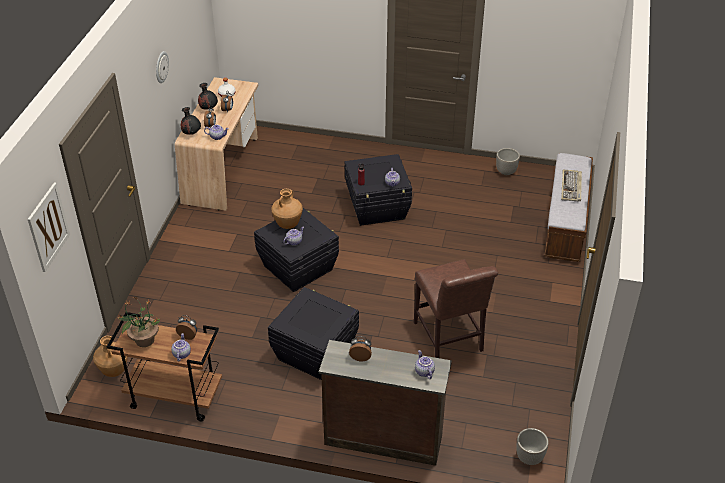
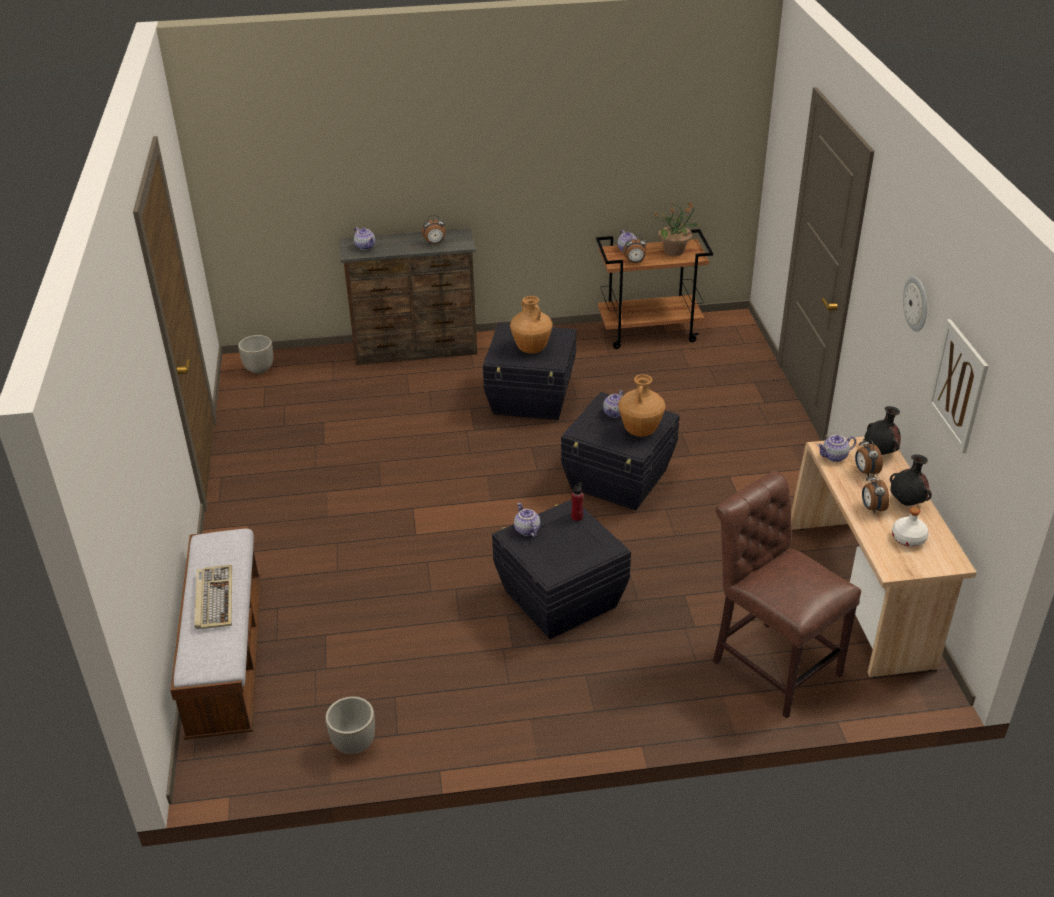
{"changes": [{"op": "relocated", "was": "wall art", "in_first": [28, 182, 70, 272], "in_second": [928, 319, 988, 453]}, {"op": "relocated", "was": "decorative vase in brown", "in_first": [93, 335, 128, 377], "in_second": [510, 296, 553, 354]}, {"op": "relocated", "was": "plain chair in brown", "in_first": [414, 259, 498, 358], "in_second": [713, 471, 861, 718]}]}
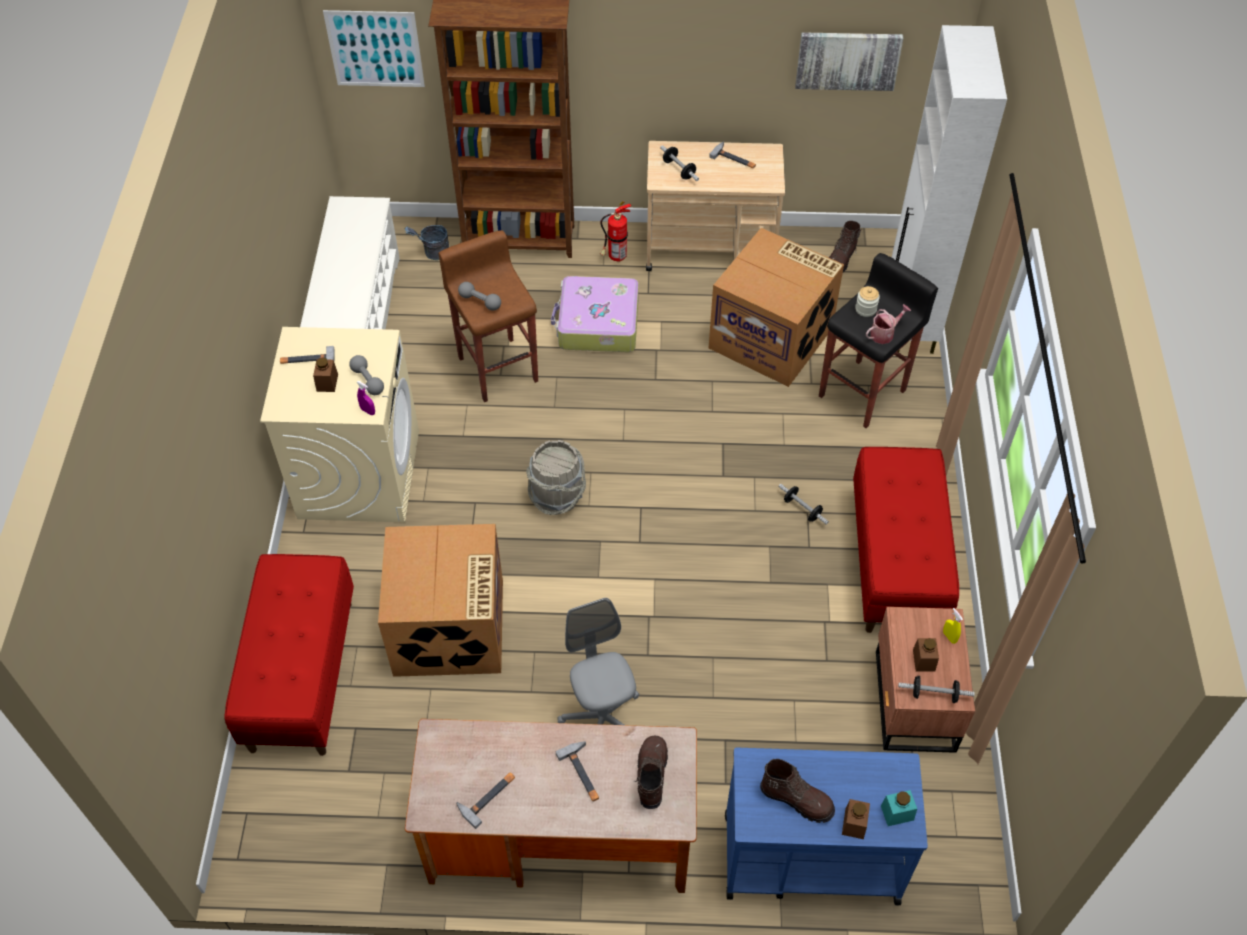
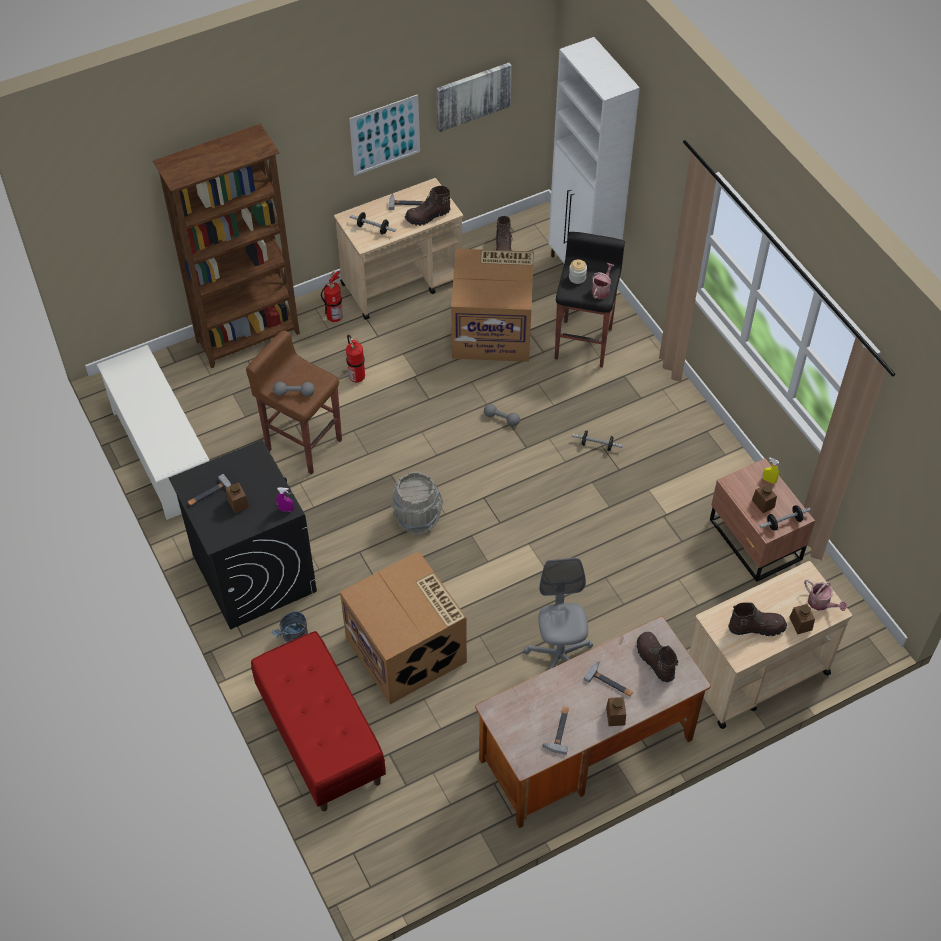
{"changes": [{"op": "colour", "was": "washing machine in beige", "now": "washing machine in black", "in_first": [260, 327, 419, 522], "in_second": [169, 440, 317, 630]}, {"op": "relocated", "was": "wall art", "in_first": [323, 10, 425, 87], "in_second": [349, 94, 420, 176]}, {"op": "relocated", "was": "free weight in gray", "in_first": [349, 355, 384, 395], "in_second": [484, 404, 520, 426]}, {"op": "relocated", "was": "pail in gray", "in_first": [405, 225, 449, 260], "in_second": [271, 611, 308, 643]}, {"op": "exchanged", "was": "suitcase", "now": "fire extinguisher", "in_first": [551, 276, 639, 352], "in_second": [346, 335, 365, 382]}, {"op": "spun", "was": "desk chair in gray", "in_first": [558, 598, 639, 725], "in_second": [524, 558, 593, 670], "clockwise": 45}, {"op": "colour", "was": "trolley in blue-coloured", "now": "trolley in beige", "in_first": [725, 748, 928, 905], "in_second": [689, 561, 852, 729]}, {"op": "missing", "was": "indoor bench in reddish", "in_first": [853, 447, 959, 633]}, {"op": "exchanged", "was": "preserve jar in turquoise", "now": "sprinkling can", "in_first": [881, 790, 917, 826], "in_second": [804, 580, 847, 611]}, {"op": "appeared", "now": "high-top boot in brown", "in_second": [405, 186, 451, 226]}, {"op": "appeared", "now": "preserve jar in brown", "in_second": [606, 697, 626, 726]}]}
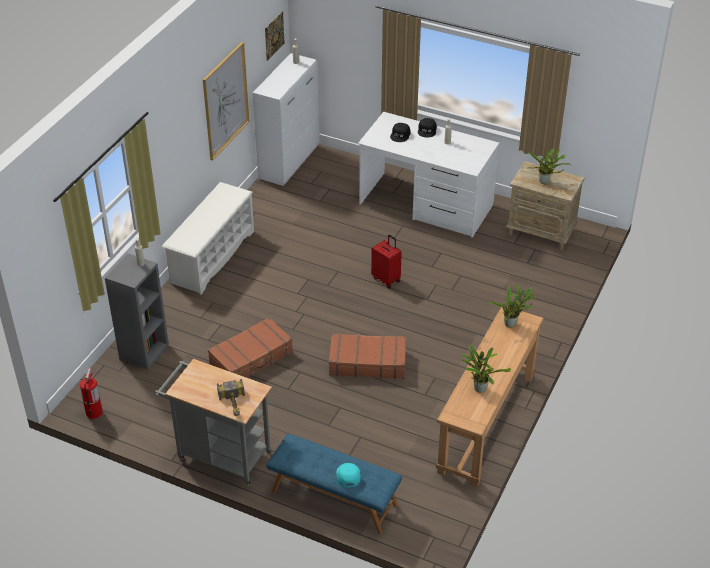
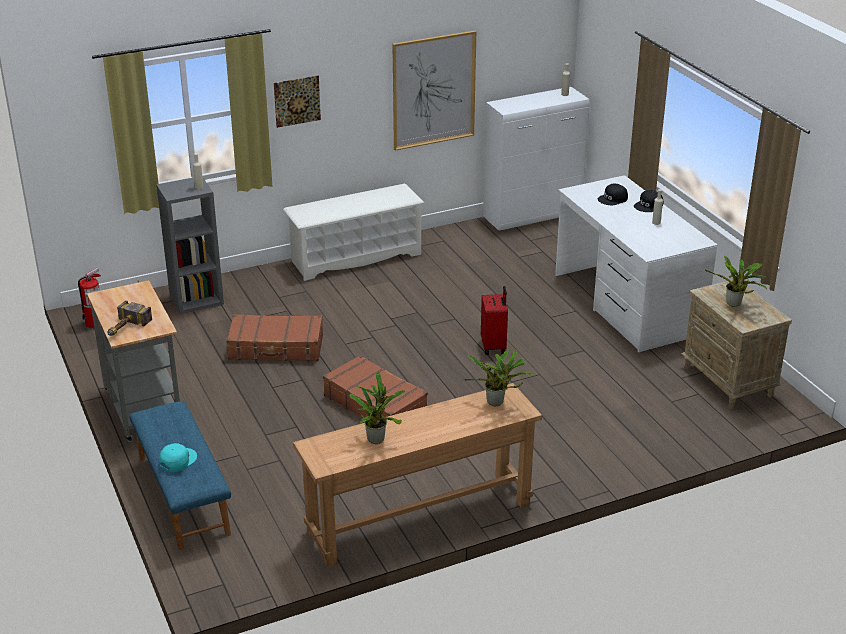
{"changes": [{"op": "relocated", "was": "wall art", "in_first": [265, 11, 285, 61], "in_second": [274, 75, 321, 128]}]}
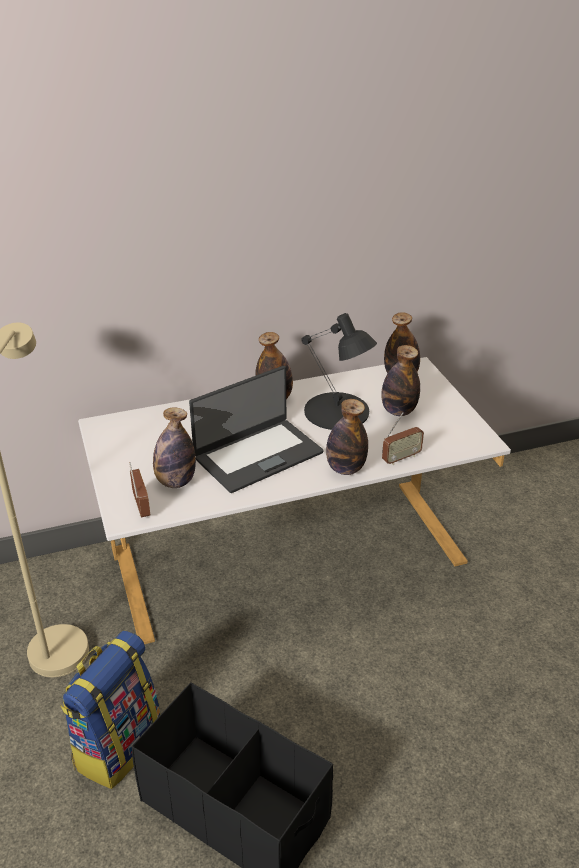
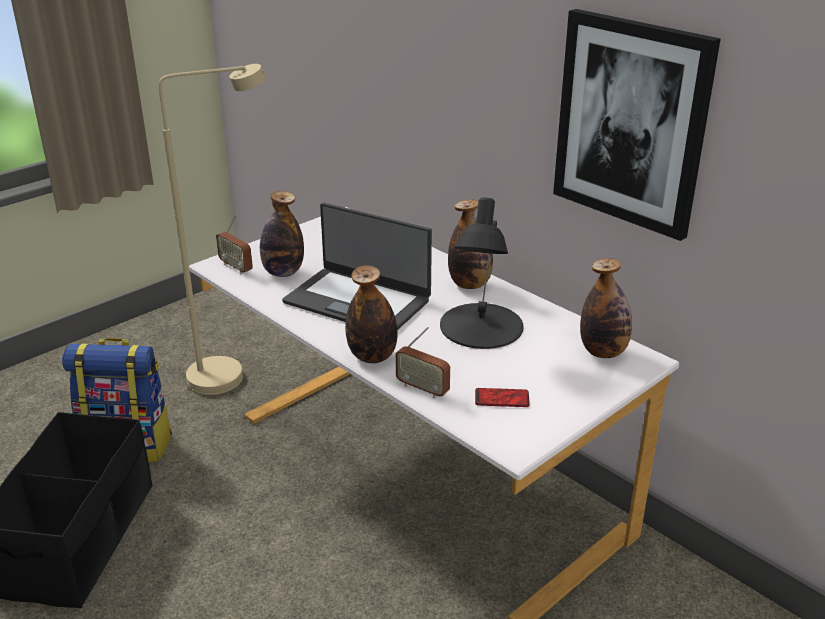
{"changes": [{"op": "spun", "was": "radio", "in_first": [129, 462, 150, 518], "in_second": [216, 215, 253, 274], "clockwise": 90}, {"op": "missing", "was": "bottle", "in_first": [382, 345, 420, 416]}, {"op": "appeared", "now": "phone", "in_second": [475, 388, 530, 407]}, {"op": "appeared", "now": "wall art", "in_second": [553, 9, 721, 241]}]}
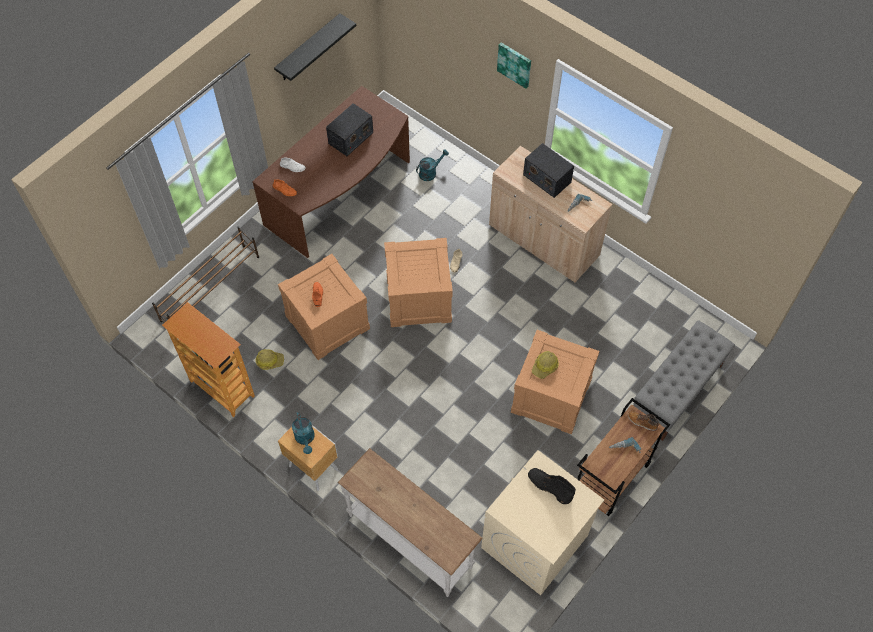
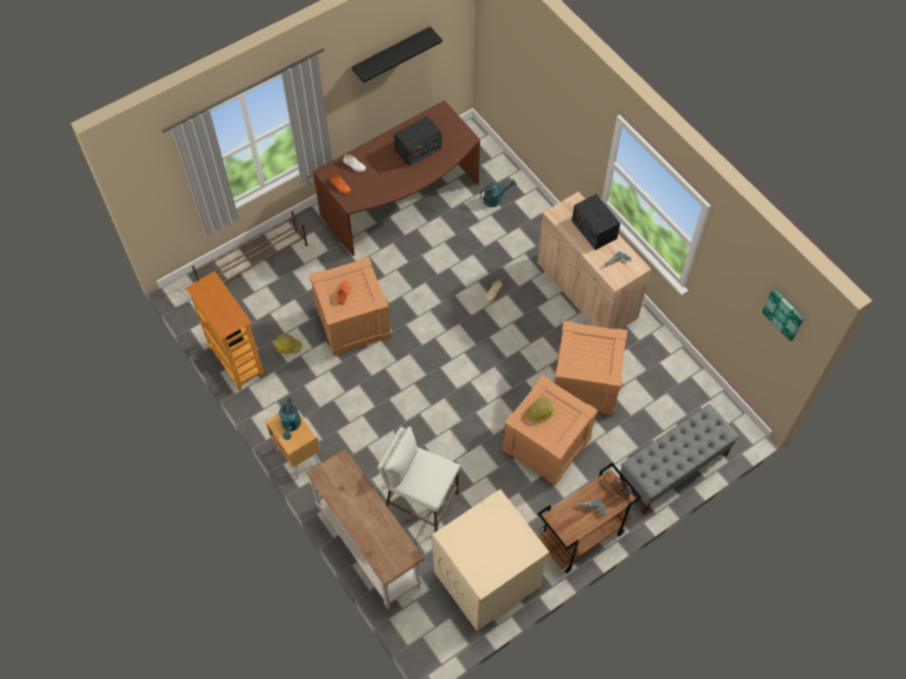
{"changes": [{"op": "relocated", "was": "shipping crate", "in_first": [384, 238, 453, 327], "in_second": [555, 321, 628, 415]}, {"op": "relocated", "was": "wall art", "in_first": [497, 43, 531, 89], "in_second": [762, 289, 804, 342]}, {"op": "missing", "was": "high-top boot in black", "in_first": [528, 468, 576, 504]}, {"op": "appeared", "now": "stool seat in white-coloured", "in_second": [378, 426, 460, 532]}]}
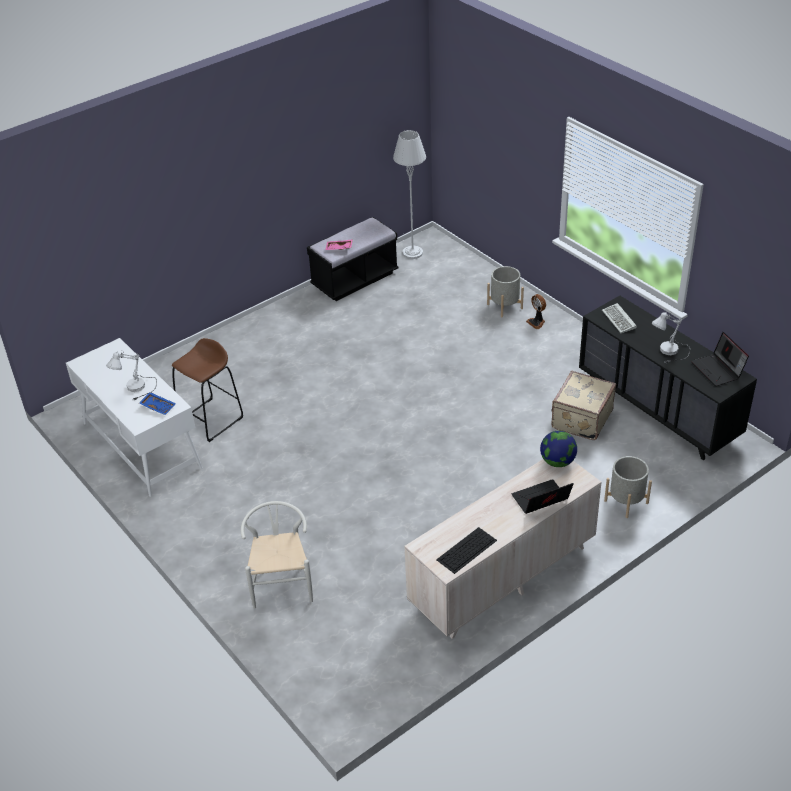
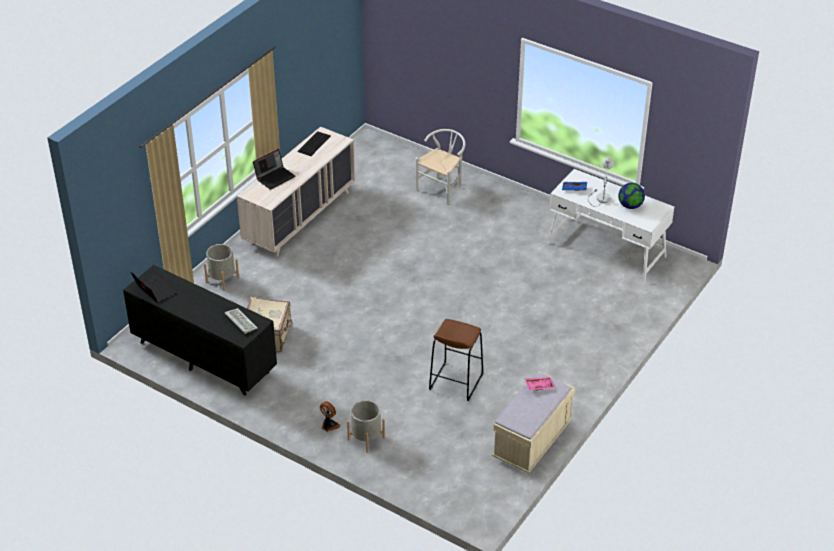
{"changes": [{"op": "relocated", "was": "stool seat in brown", "in_first": [172, 338, 243, 442], "in_second": [429, 319, 483, 401]}, {"op": "spun", "was": "plain chair in white-coloured", "in_first": [241, 501, 313, 609], "in_second": [416, 129, 466, 205], "clockwise": -120}, {"op": "colour", "was": "indoor bench in black", "now": "indoor bench in beige", "in_first": [307, 217, 399, 301], "in_second": [492, 372, 575, 473]}, {"op": "missing", "was": "standing lamp in gray", "in_first": [393, 130, 426, 259]}, {"op": "relocated", "was": "globe", "in_first": [540, 431, 577, 467], "in_second": [618, 183, 645, 209]}, {"op": "missing", "was": "table lamp in white-coloured", "in_first": [652, 311, 690, 363]}]}
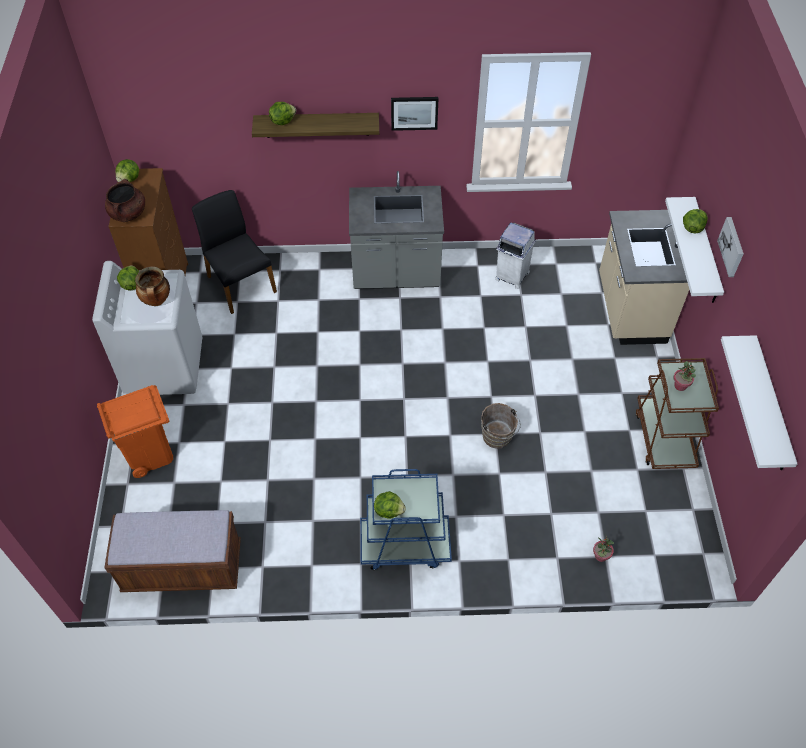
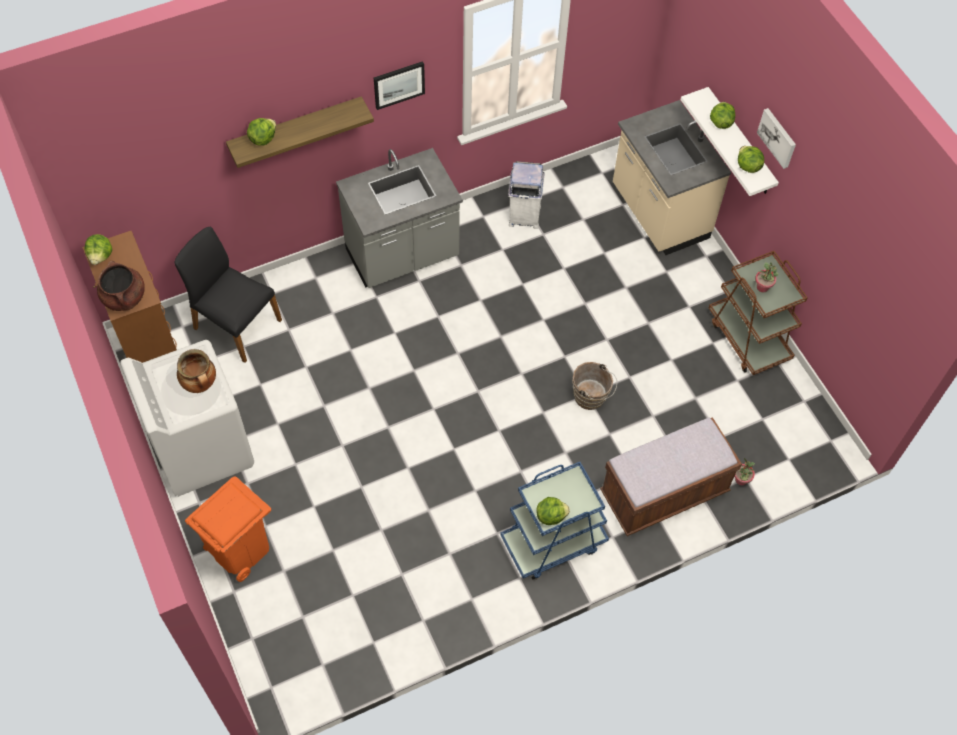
{"changes": [{"op": "relocated", "was": "indoor bench in brown", "in_first": [104, 510, 241, 592], "in_second": [600, 417, 742, 536]}, {"op": "relocated", "was": "lettuce", "in_first": [117, 265, 139, 290], "in_second": [738, 146, 764, 173]}, {"op": "missing", "was": "bracket shelf in white-coloured", "in_first": [721, 335, 797, 470]}]}
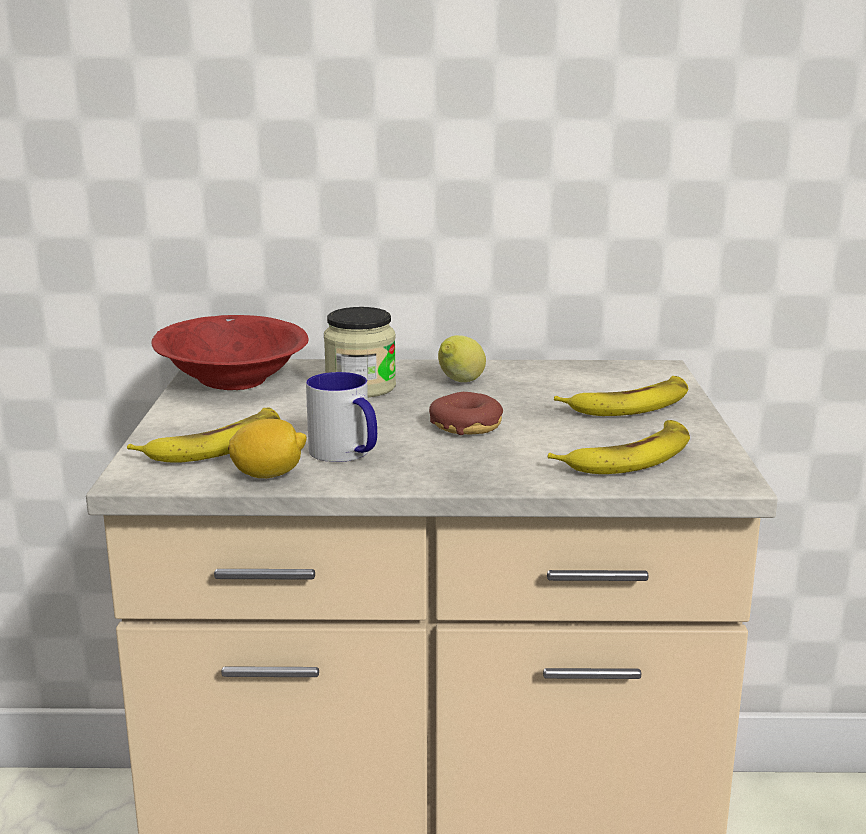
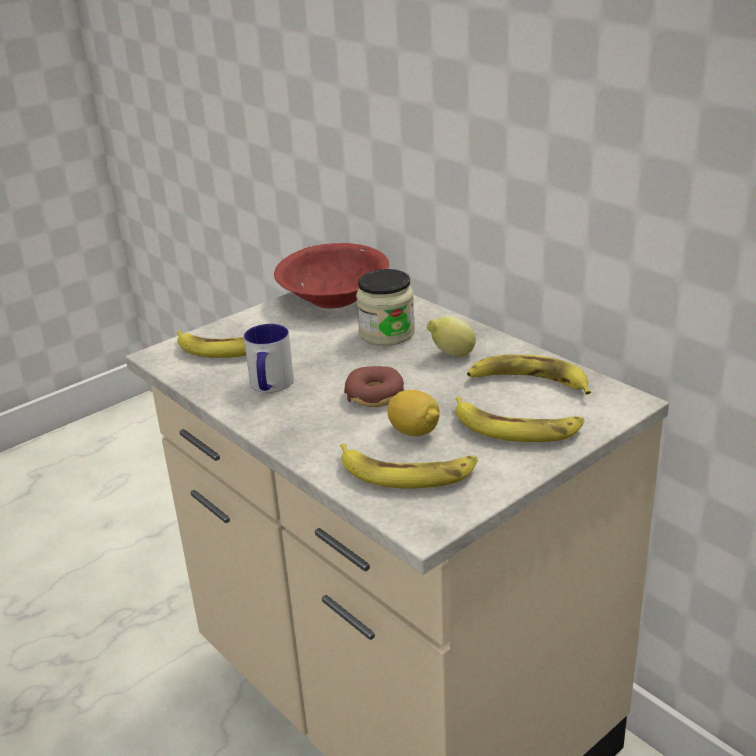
{"changes": [{"op": "relocated", "was": "citrus fruit", "in_first": [228, 419, 307, 478], "in_second": [387, 390, 440, 436]}, {"op": "appeared", "now": "banana", "in_second": [467, 354, 591, 395]}]}
